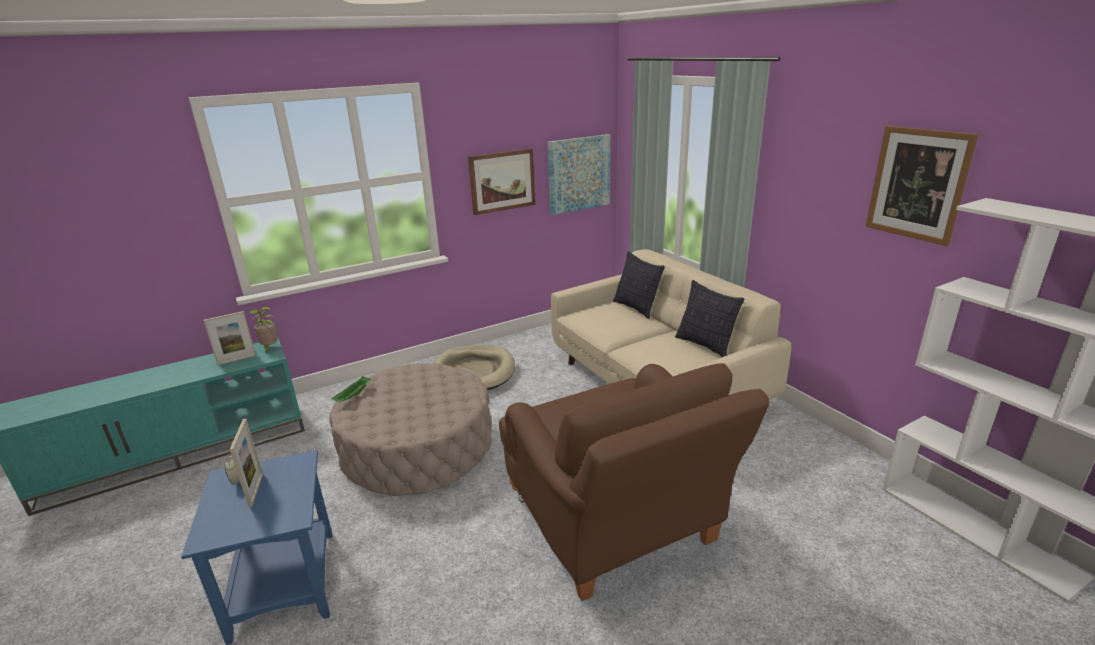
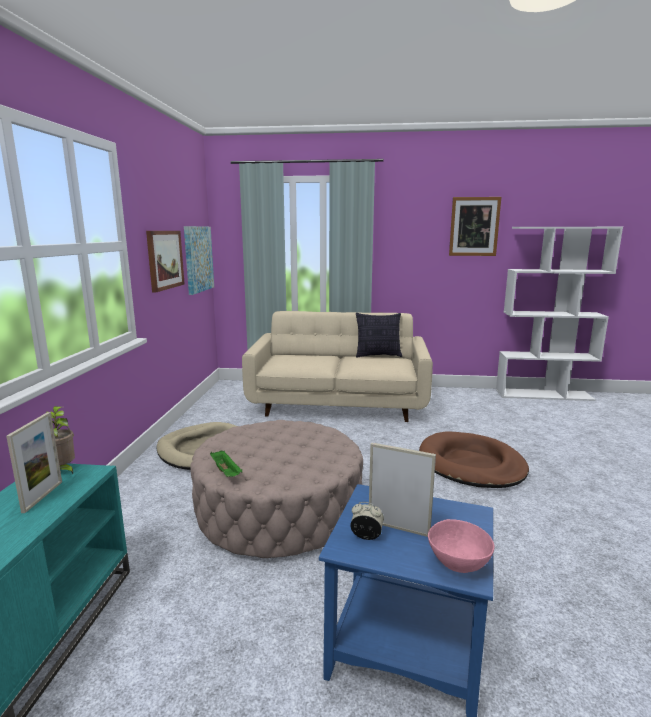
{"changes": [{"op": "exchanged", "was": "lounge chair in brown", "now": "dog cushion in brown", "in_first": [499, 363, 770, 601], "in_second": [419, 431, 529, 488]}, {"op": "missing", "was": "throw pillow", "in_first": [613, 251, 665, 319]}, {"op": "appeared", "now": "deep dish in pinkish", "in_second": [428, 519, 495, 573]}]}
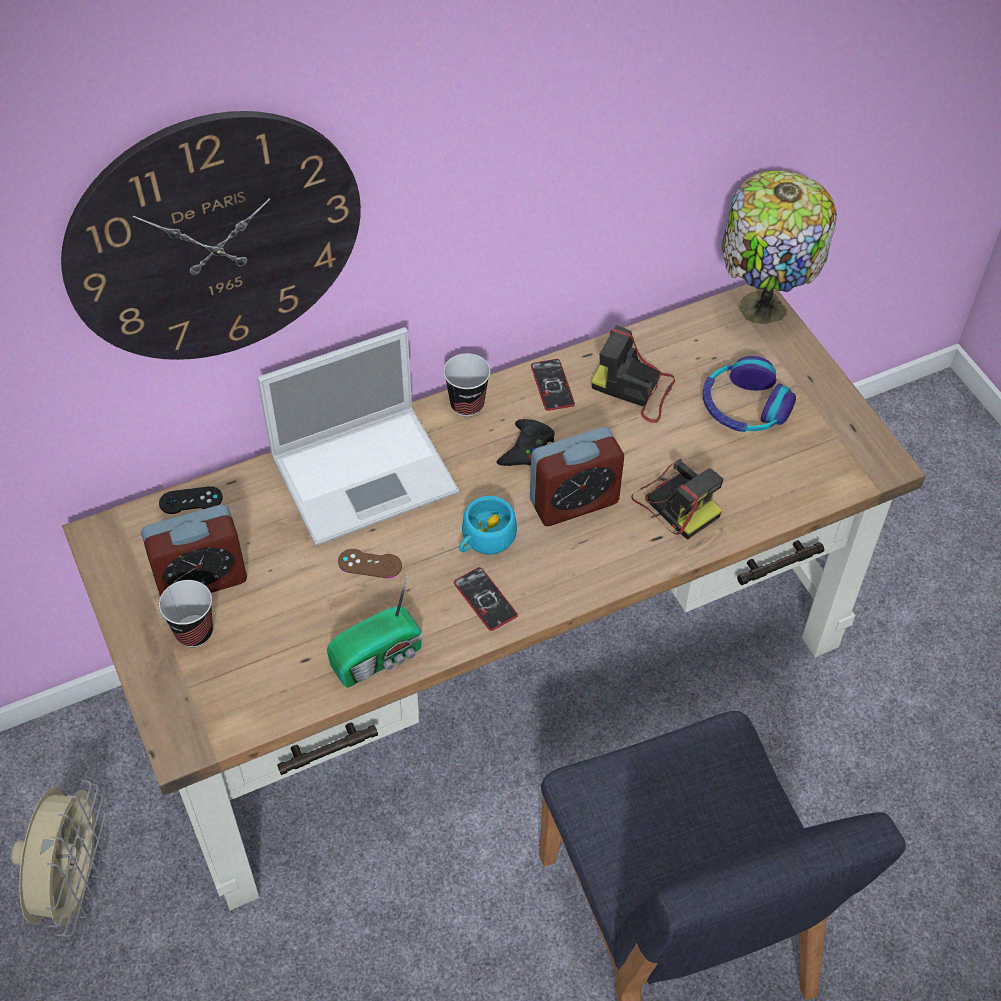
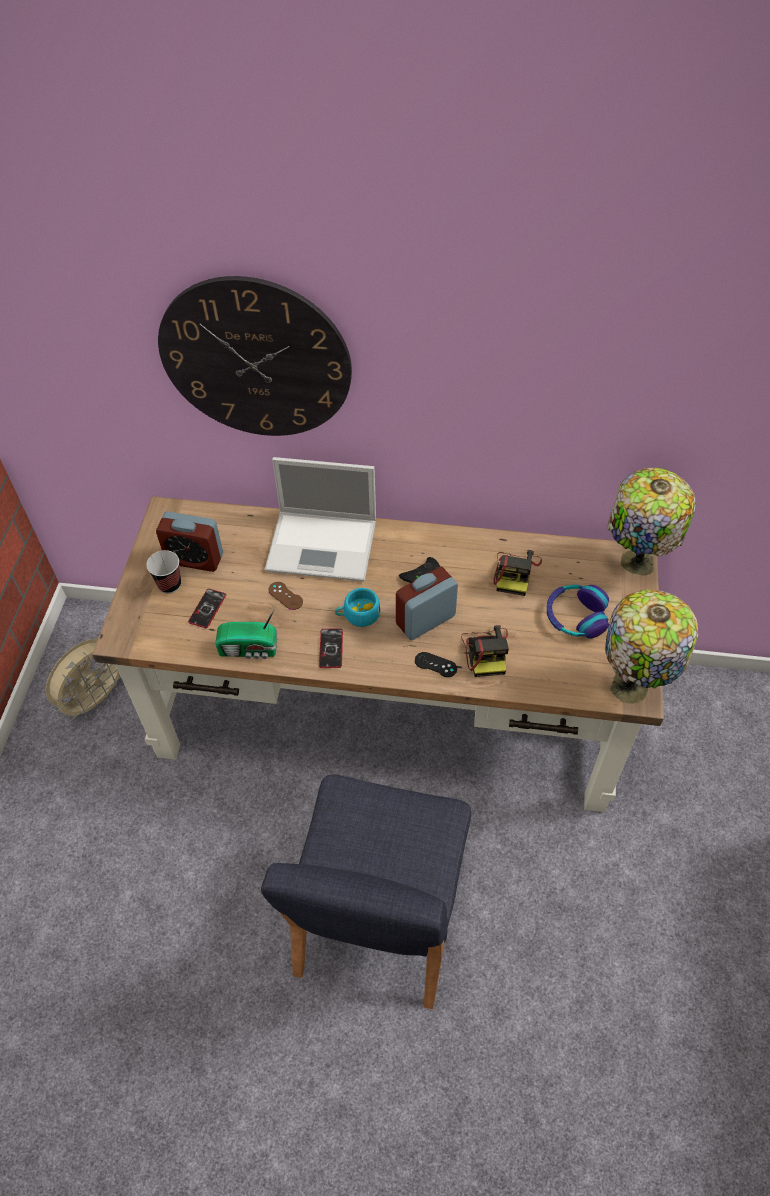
{"changes": [{"op": "relocated", "was": "joypad in black", "in_first": [159, 486, 223, 514], "in_second": [415, 652, 457, 677]}, {"op": "missing", "was": "cup", "in_first": [443, 353, 491, 417]}, {"op": "spun", "was": "table clock", "in_first": [530, 427, 624, 526], "in_second": [396, 567, 458, 640], "clockwise": 135}, {"op": "relocated", "was": "phone", "in_first": [531, 359, 575, 411], "in_second": [188, 589, 226, 628]}, {"op": "spun", "was": "still camera", "in_first": [592, 325, 675, 423], "in_second": [493, 550, 542, 596], "clockwise": -135}, {"op": "appeared", "now": "table lamp", "in_second": [605, 590, 698, 704]}]}
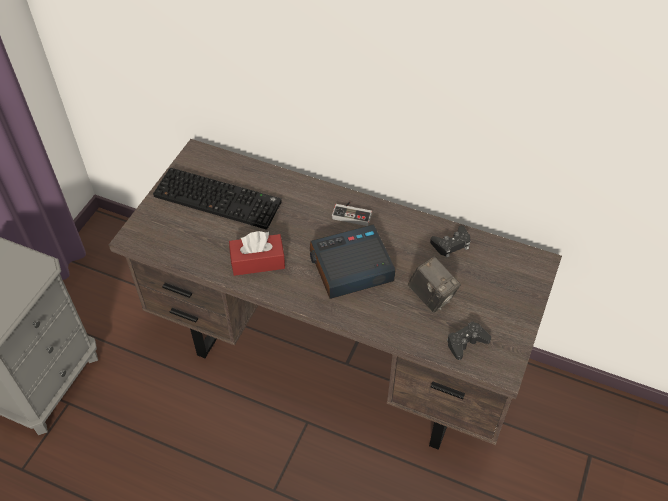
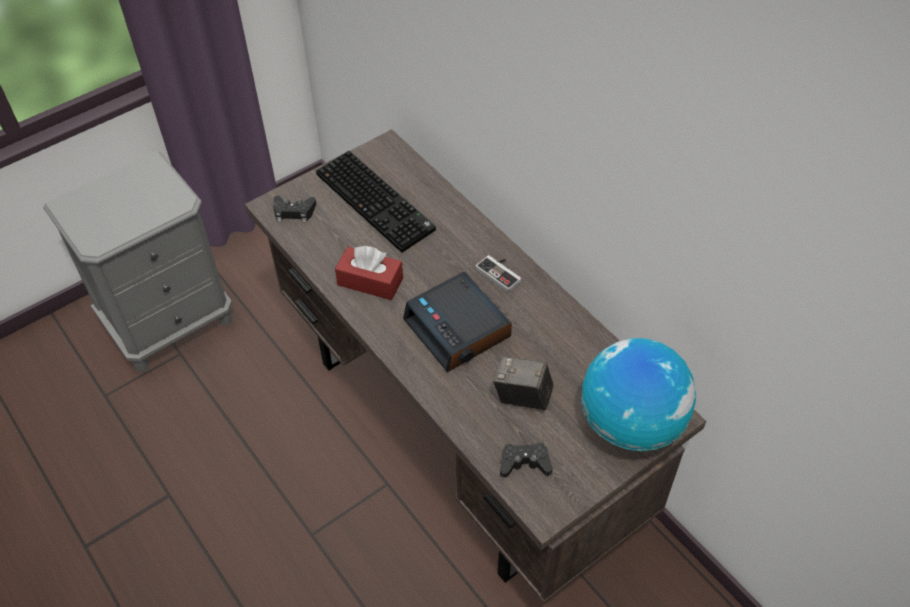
{"changes": [{"op": "spun", "was": "table clock", "in_first": [310, 224, 395, 299], "in_second": [403, 272, 512, 372], "clockwise": -135}, {"op": "spun", "was": "still camera", "in_first": [408, 257, 461, 313], "in_second": [493, 357, 554, 411], "clockwise": 120}, {"op": "relocated", "was": "joypad in black", "in_first": [430, 226, 471, 258], "in_second": [273, 196, 316, 222]}, {"op": "appeared", "now": "globe", "in_second": [581, 338, 696, 451]}]}
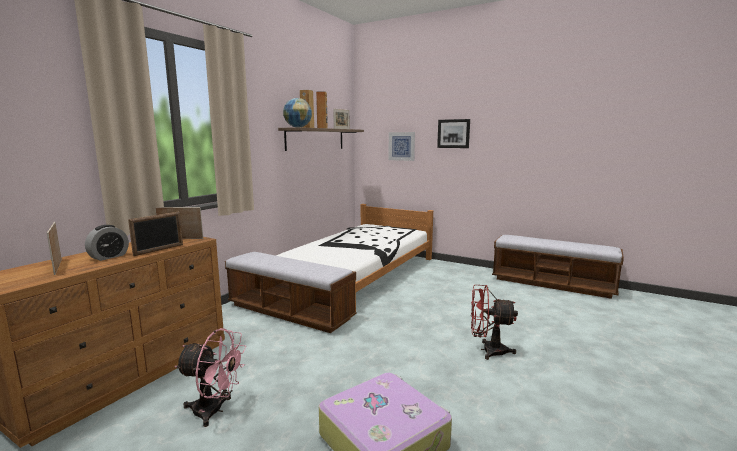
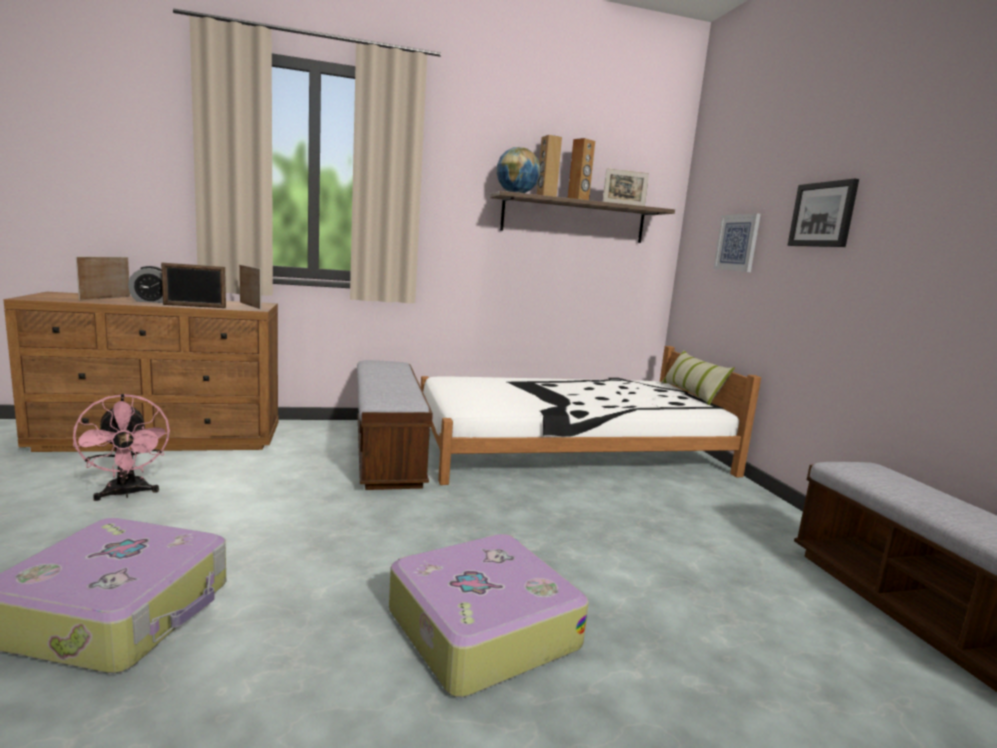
{"changes": [{"op": "exchanged", "was": "cooling fan in reddish", "now": "suitcase", "in_first": [471, 285, 518, 360], "in_second": [389, 534, 589, 697]}, {"op": "appeared", "now": "throw pillow", "in_second": [661, 350, 735, 405]}]}
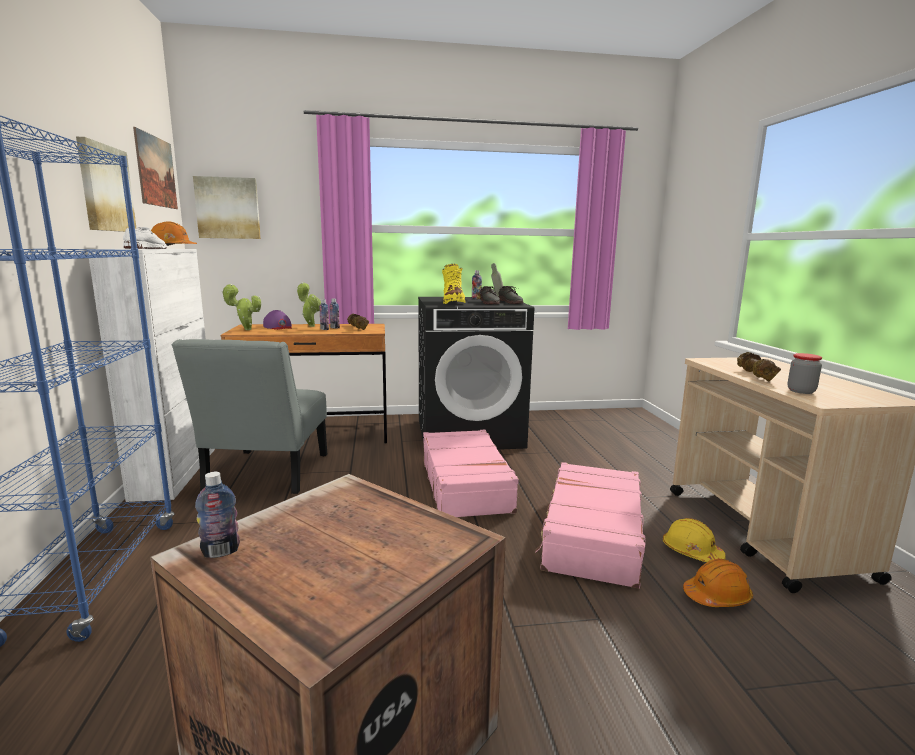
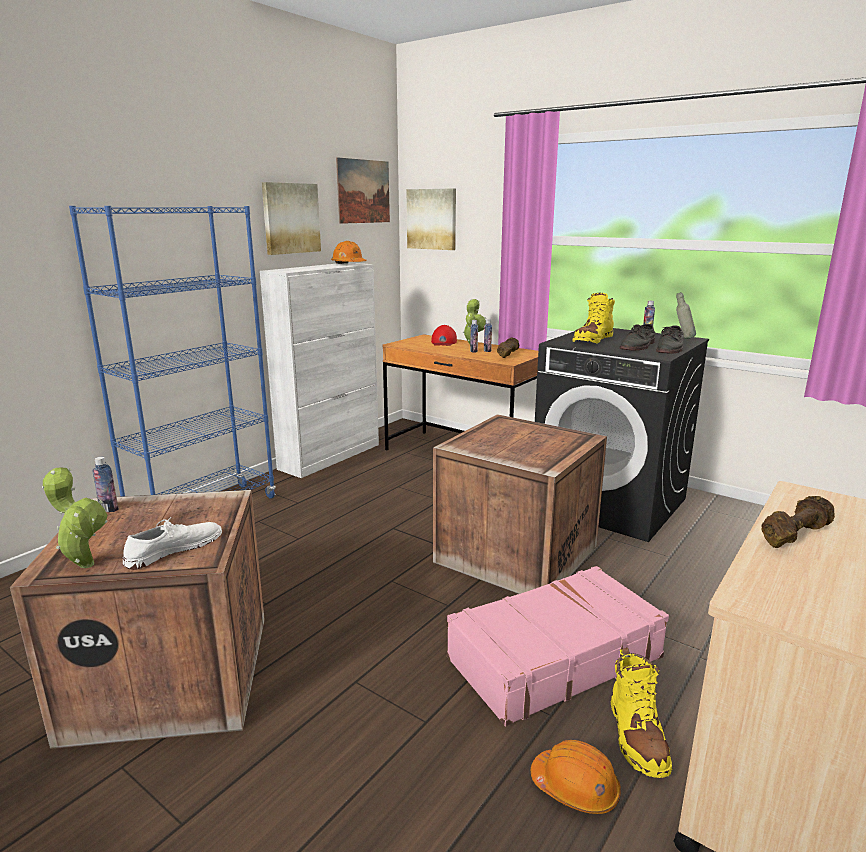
{"changes": [{"op": "relocated", "was": "item of footwear in white-coloured", "in_first": [123, 227, 167, 249], "in_second": [123, 517, 222, 570]}, {"op": "missing", "was": "plain chair in gray", "in_first": [172, 339, 327, 494]}, {"op": "relocated", "was": "potted plant", "in_first": [222, 284, 261, 330], "in_second": [42, 467, 108, 568]}, {"op": "colour", "was": "peaked cap in purple", "now": "peaked cap in reddish", "in_first": [263, 310, 292, 330], "in_second": [431, 325, 457, 346]}, {"op": "exchanged", "was": "suitcase in pinkish", "now": "shipping crate", "in_first": [423, 430, 519, 517], "in_second": [433, 414, 607, 594]}, {"op": "exchanged", "was": "safety helmet in yellow-coloured", "now": "high-top boot in yellow-coloured", "in_first": [663, 518, 726, 562], "in_second": [611, 647, 672, 778]}, {"op": "missing", "was": "preserve jar", "in_first": [787, 353, 822, 394]}]}
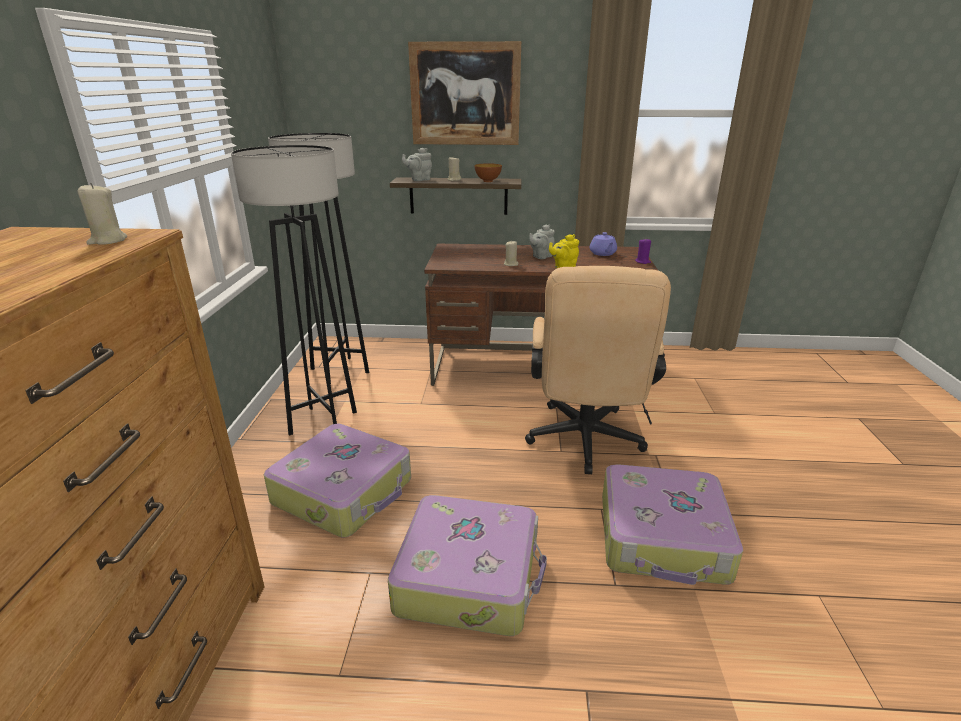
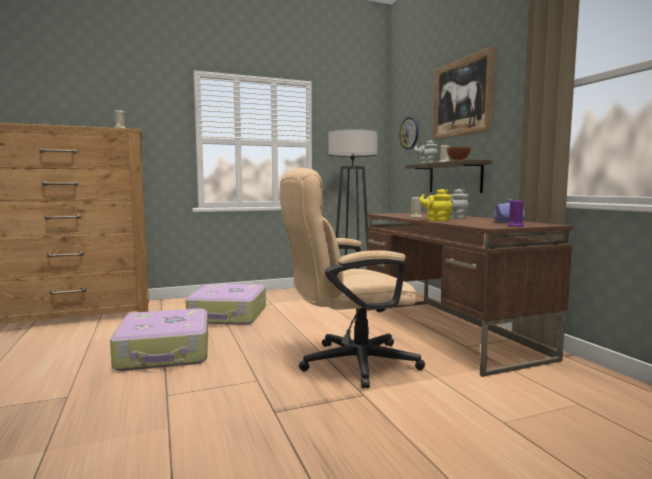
{"changes": [{"op": "missing", "was": "standing lamp in gray", "in_first": [231, 145, 357, 436]}, {"op": "missing", "was": "suitcase", "in_first": [602, 465, 743, 585]}, {"op": "appeared", "now": "hanging clock", "in_second": [400, 117, 418, 149]}]}
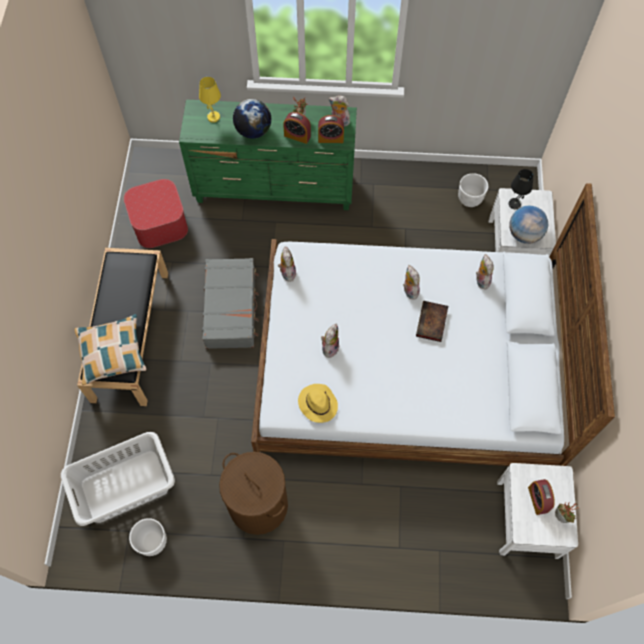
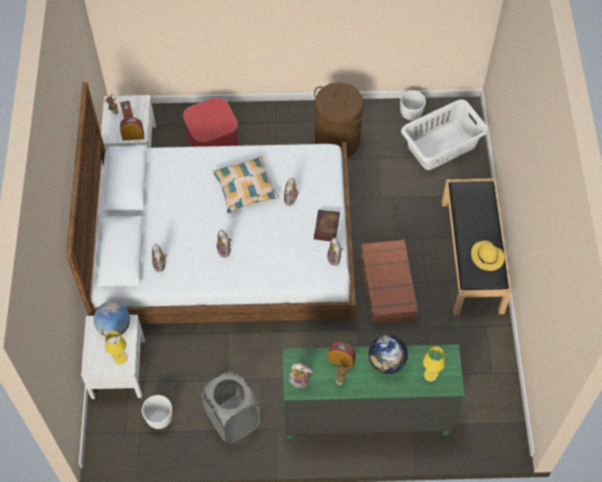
{"changes": [{"op": "relocated", "was": "throw pillow", "in_first": [75, 314, 146, 385], "in_second": [212, 156, 279, 214]}, {"op": "relocated", "was": "ottoman", "in_first": [124, 179, 188, 248], "in_second": [183, 98, 239, 147]}, {"op": "colour", "was": "suitcase in gray", "now": "suitcase in brown", "in_first": [202, 258, 259, 349], "in_second": [358, 239, 418, 325]}, {"op": "relocated", "was": "hat in yellow-coloured", "in_first": [298, 384, 338, 423], "in_second": [471, 240, 505, 271]}, {"op": "relocated", "was": "table clock", "in_first": [318, 115, 344, 143], "in_second": [120, 117, 144, 141]}, {"op": "relocated", "was": "bound book", "in_first": [416, 301, 448, 342], "in_second": [314, 210, 340, 241]}, {"op": "colour", "was": "table lamp in black", "now": "table lamp in yellow-coloured", "in_first": [509, 169, 534, 210], "in_second": [105, 331, 127, 364]}, {"op": "appeared", "now": "washing basket in gray", "in_second": [202, 371, 260, 443]}]}
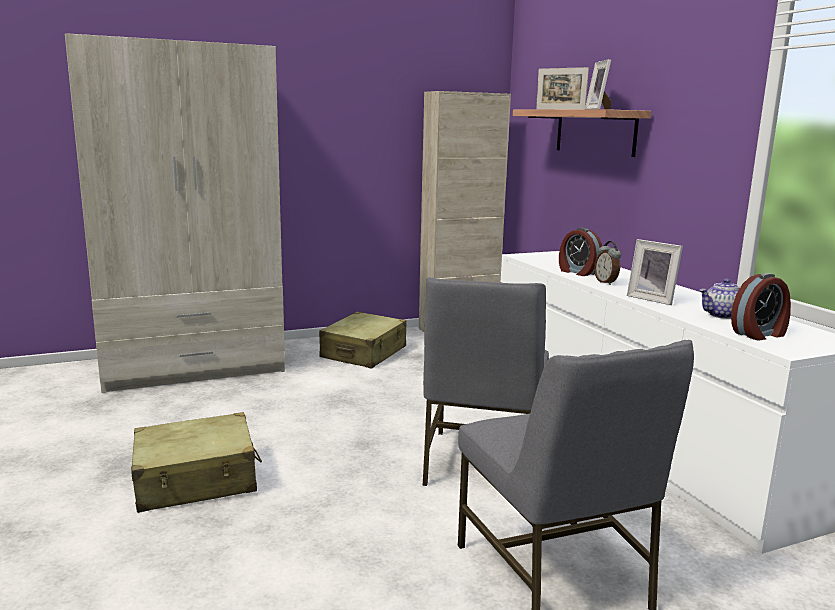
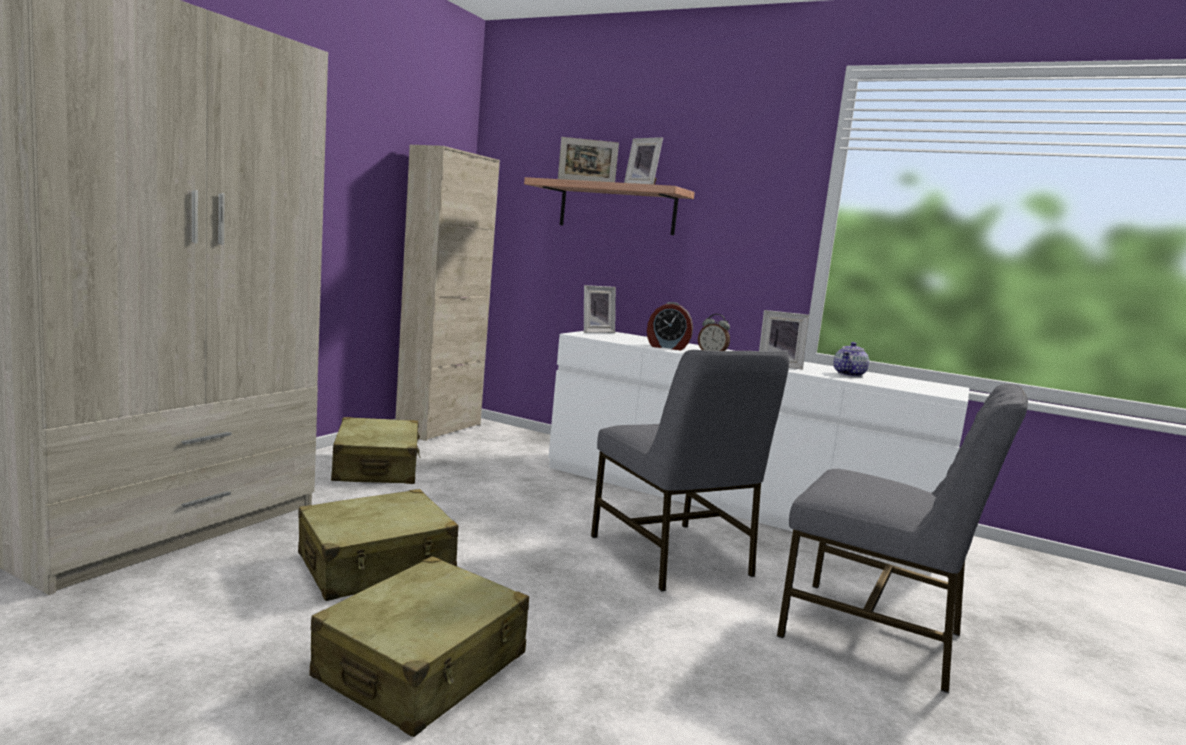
{"changes": [{"op": "missing", "was": "table clock", "in_first": [731, 273, 791, 341]}, {"op": "appeared", "now": "suitcase in beige", "in_second": [298, 489, 458, 601]}, {"op": "appeared", "now": "picture frame", "in_second": [584, 285, 616, 333]}]}
